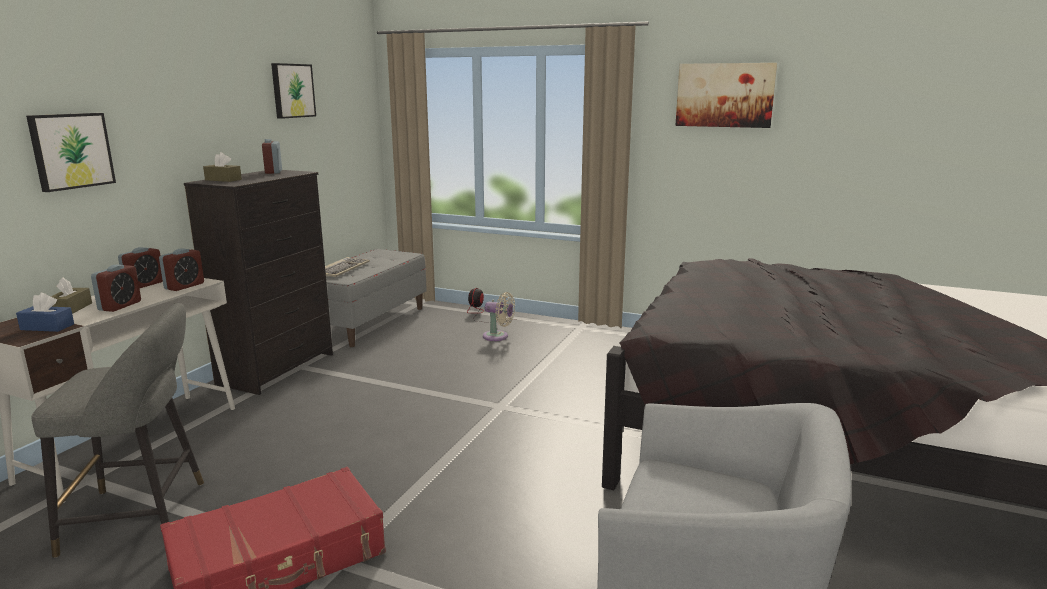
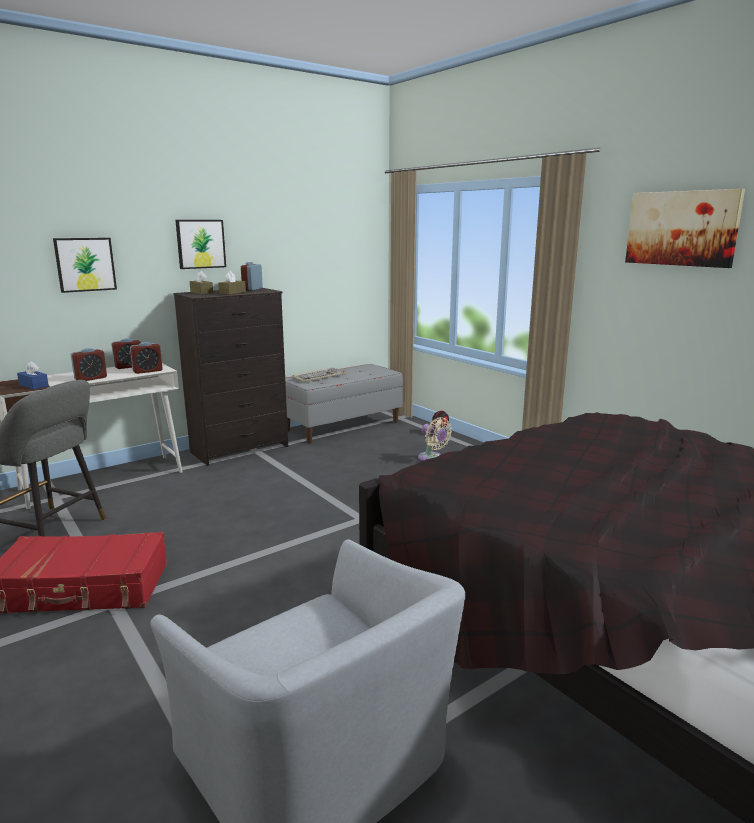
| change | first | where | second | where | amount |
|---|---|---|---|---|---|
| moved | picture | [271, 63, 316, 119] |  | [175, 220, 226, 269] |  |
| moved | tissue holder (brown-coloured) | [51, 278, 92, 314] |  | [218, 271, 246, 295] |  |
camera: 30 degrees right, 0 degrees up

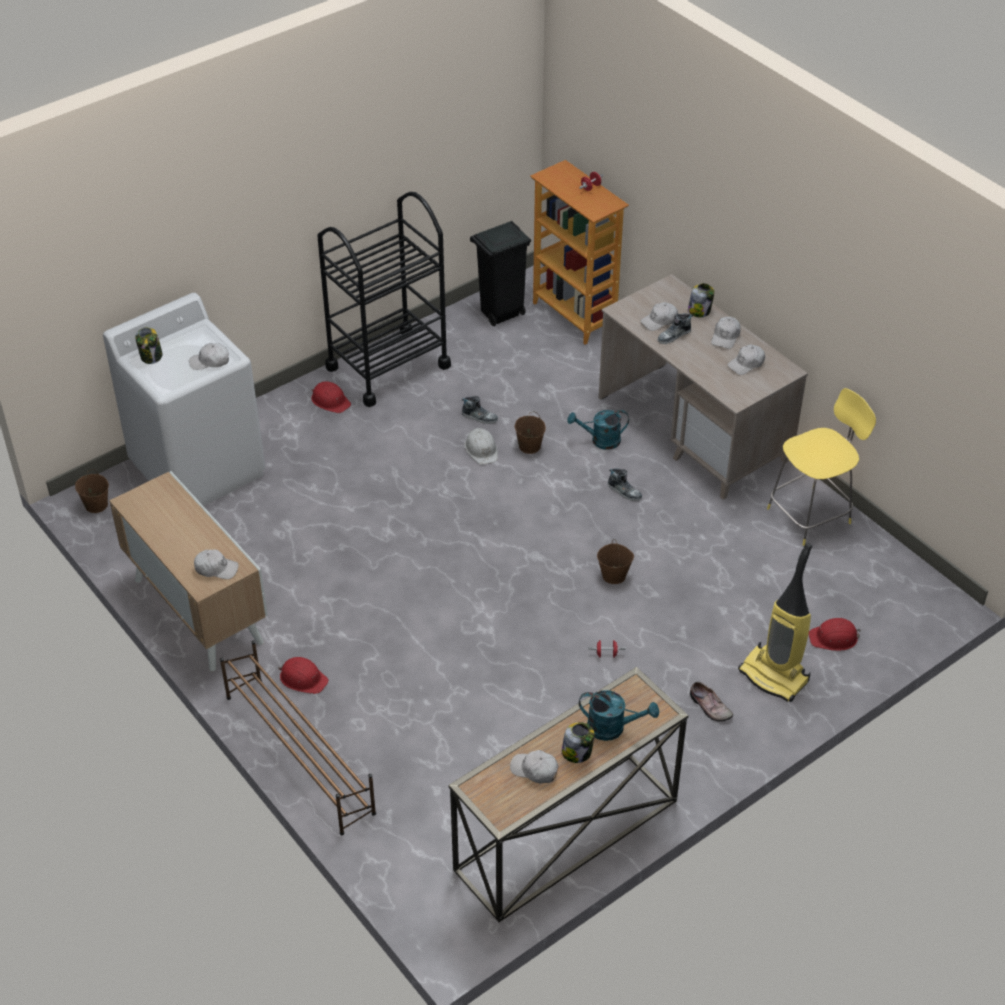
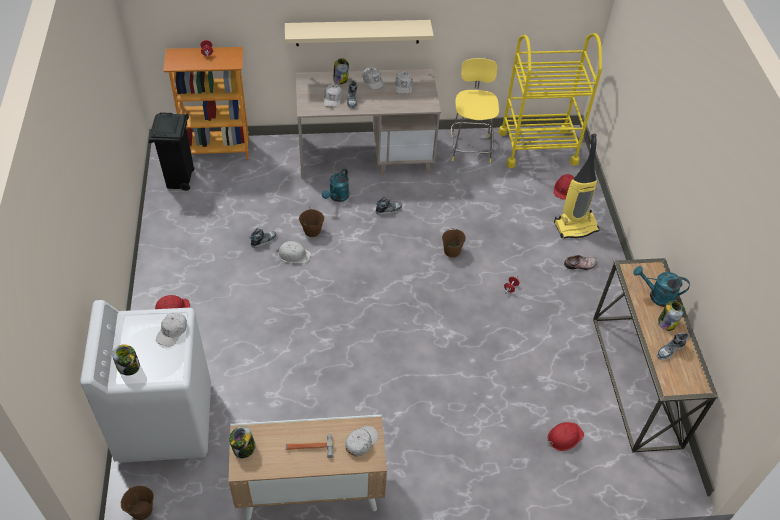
| change | first | where | second | where | amount |
|---|---|---|---|---|---|
| removed | wheeled cart (blackish) | [317, 192, 451, 407] |  |  |  |
| removed | shoe shelf (brown-coloured) | [220, 640, 376, 835] |  |  |  |
| moved | hard hat (reddish) | [278, 657, 329, 694] |  | [548, 422, 584, 451] |  |
| turned | watering pot (turquoise-coloured) | [579, 690, 659, 741] |  | [633, 266, 690, 307] | 120 degrees counterclockwise |
| replaced | cap (white-coloured) | [510, 750, 559, 783] | low shoe | [657, 333, 690, 360] |  |
| added |  |  | wall shelf (sand-coloured) | [285, 20, 434, 46] |  |
| added |  |  | wheeled cart (yellowish) | [499, 33, 602, 168] |  |
| added |  |  | storage jar | [229, 426, 256, 458] |  |
| added |  |  | tool hammer | [286, 434, 333, 458] |  |
camera: 60 degrees left, 5 degrees up

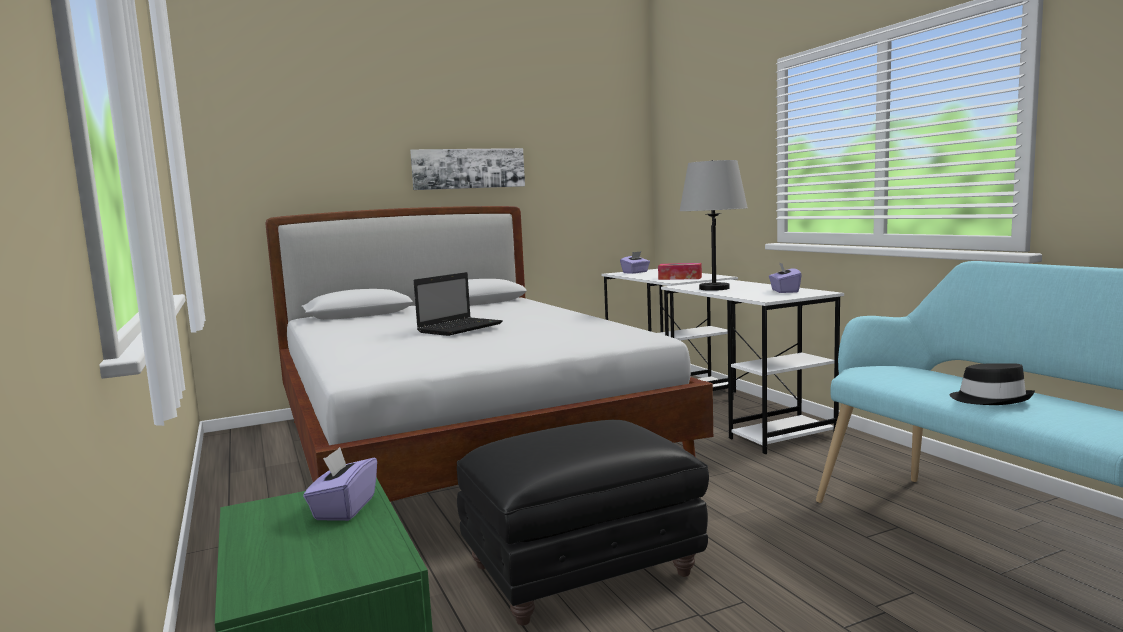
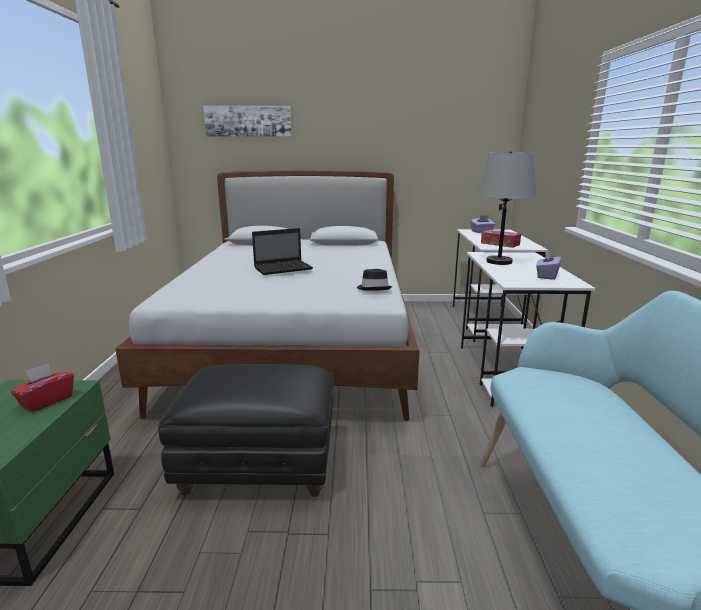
| change | first | where | second | where | amount |
|---|---|---|---|---|---|
| moved | picture | [410, 148, 525, 190] |  | [203, 106, 292, 137] |  |
| moved | hat (blackish) | [950, 364, 1035, 405] |  | [357, 269, 392, 291] |  |
| recoloured | tissue holder (purple) | [303, 447, 377, 521] | tissue holder (reddish) | [11, 363, 74, 412] |  |
camera: 25 degrees right, 10 degrees up

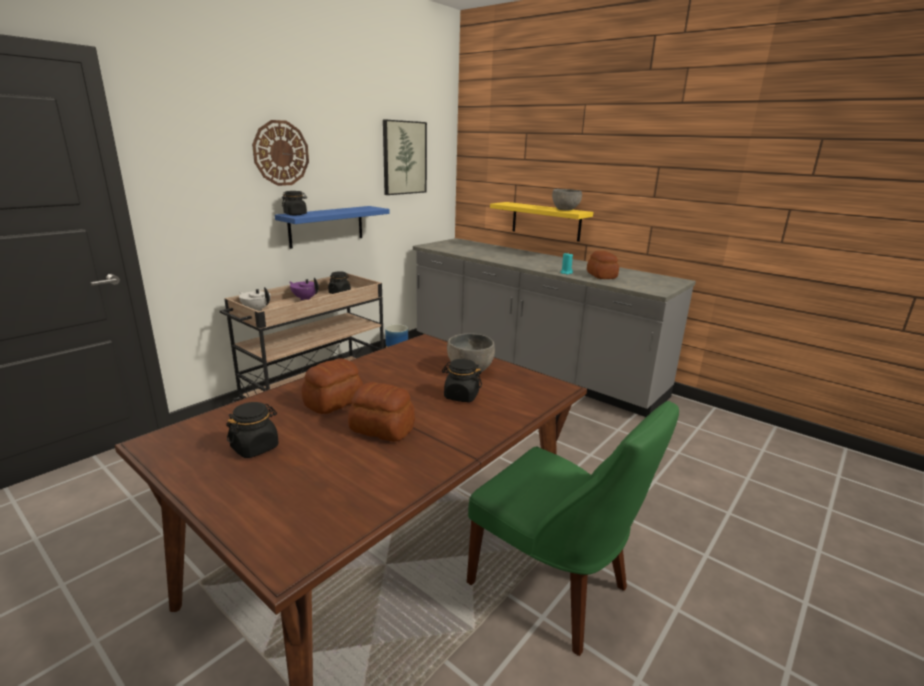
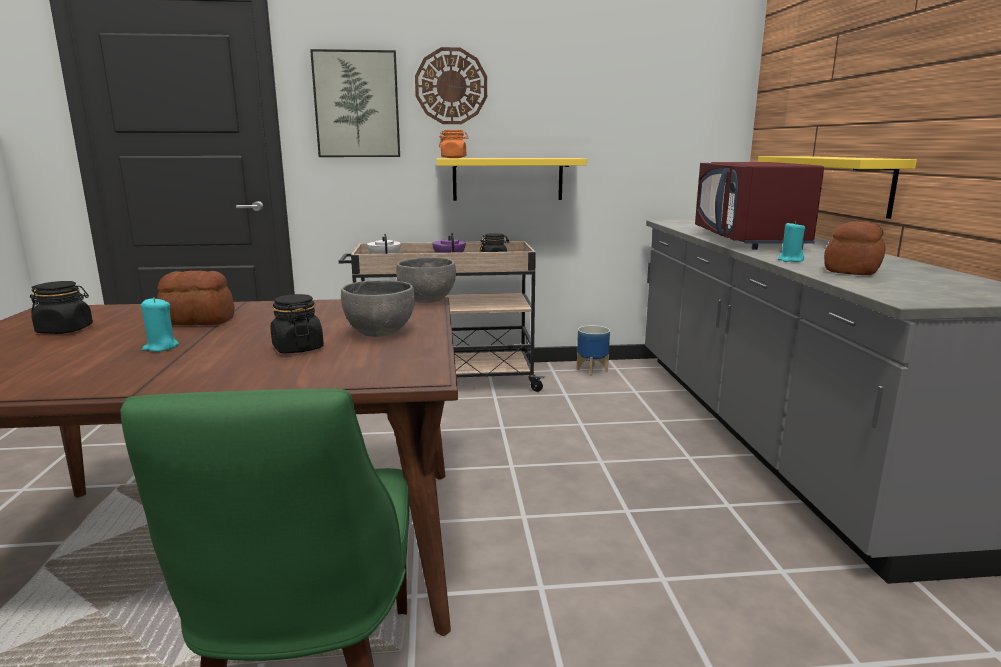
| change | first | where | second | where | amount |
|---|---|---|---|---|---|
| moved | picture | [383, 120, 427, 195] |  | [310, 49, 400, 157] |  |
| moved | serving bowl (grey) | [552, 189, 582, 210] |  | [396, 257, 456, 303] |  |
| recoloured | storage jar (blackish) | [282, 191, 307, 215] | storage jar (orange) | [439, 130, 469, 158] |  |
| recoloured | wall shelf (blue) | [275, 206, 390, 249] | wall shelf (yellowish) | [437, 158, 587, 201] |  |
| replaced | baked bread | [348, 382, 415, 442] | wax candle (turquoise-coloured) | [141, 297, 179, 352] |  |
| added |  |  | microwave oven (reddish) | [695, 162, 824, 250] |  |
camera: 45 degrees right, 5 degrees down

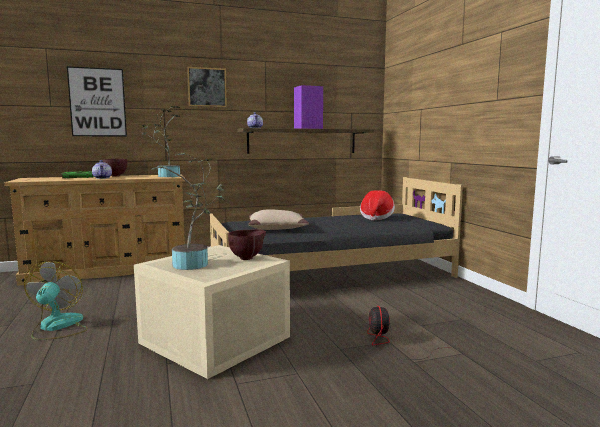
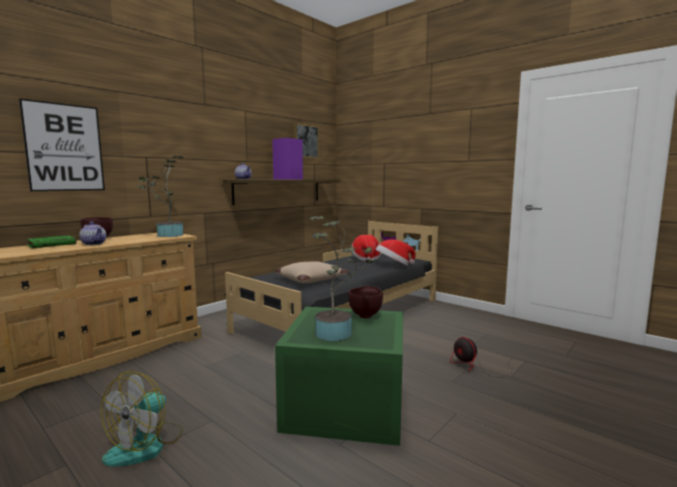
| change | first | where | second | where | amount |
|---|---|---|---|---|---|
| moved | picture | [187, 67, 227, 107] |  | [294, 123, 319, 158] |  |
| recoloured | storage container (sand-coloured) | [134, 245, 290, 379] | storage container (green) | [275, 307, 403, 446] |  |
| turned | cooling fan | [24, 261, 88, 340] |  | [101, 371, 183, 467] | 120 degrees counterclockwise |
| added |  |  | hat | [376, 239, 416, 266] |  |
camera: 30 degrees left, 0 degrees up

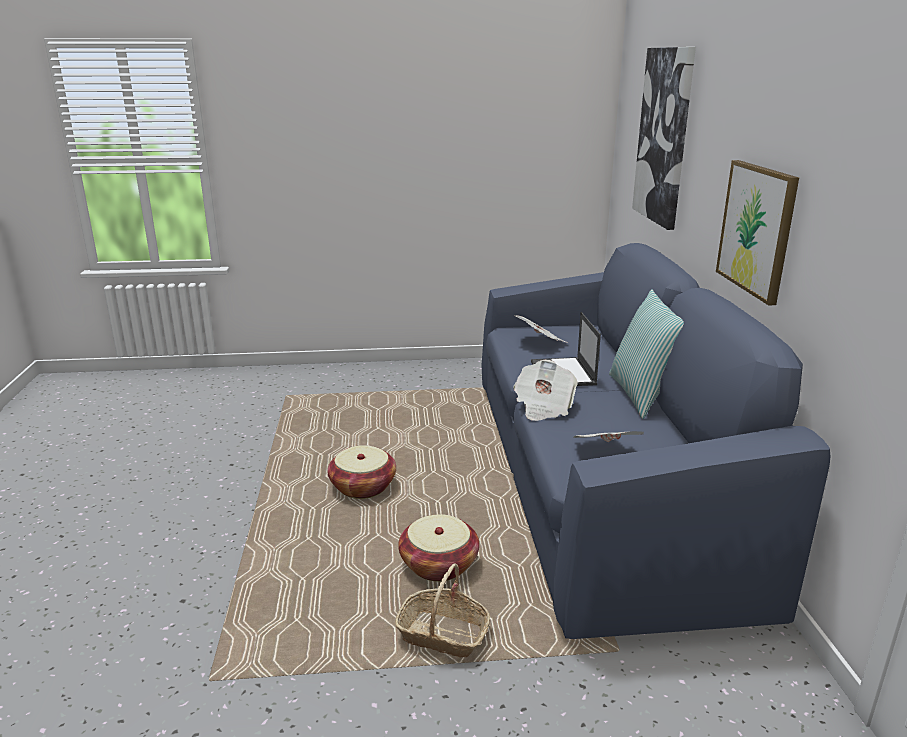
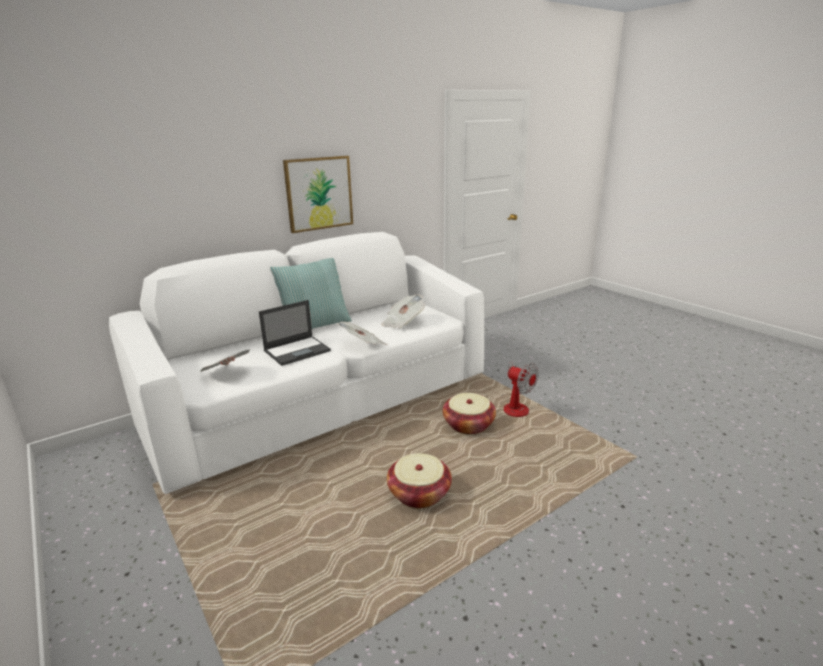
| change | first | where | second | where | amount |
|---|---|---|---|---|---|
| removed | picture | [632, 47, 696, 230] |  |  |  |
| recoloured | sofa (blue) | [482, 243, 830, 639] | sofa (white-coloured) | [109, 232, 484, 494] |  |
| replaced | household basket | [395, 564, 490, 658] | cooling fan | [501, 362, 539, 417] |  |
camera: 120 degrees left, 0 degrees up

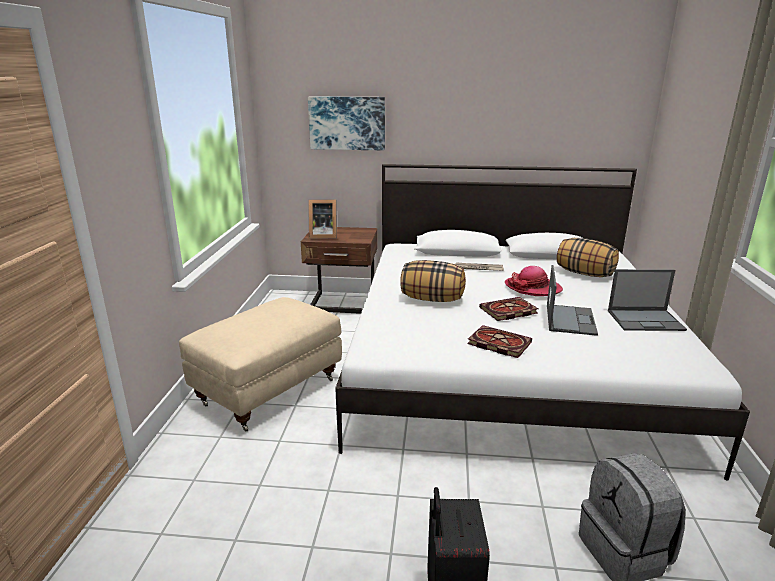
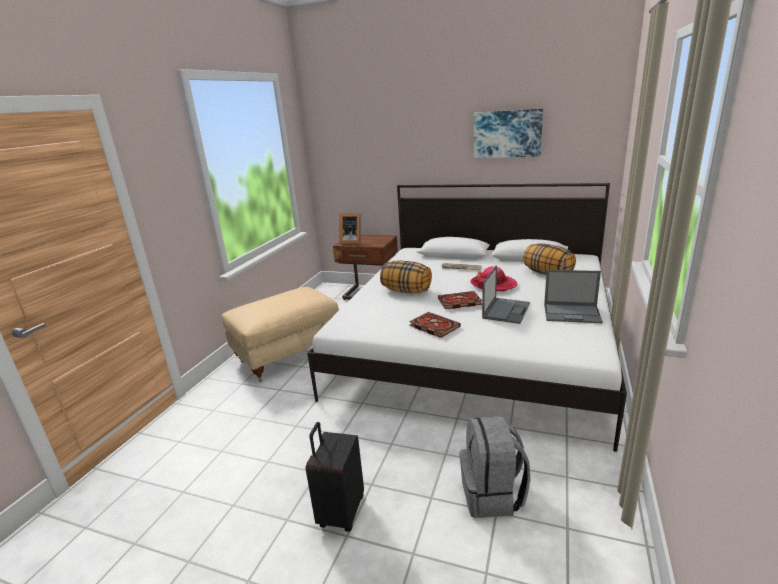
| change | first | where | second | where | amount |
|---|---|---|---|---|---|
| moved | picture | [308, 96, 385, 150] |  | [474, 109, 543, 158] |  |
camera: 15 degrees right, 0 degrees up

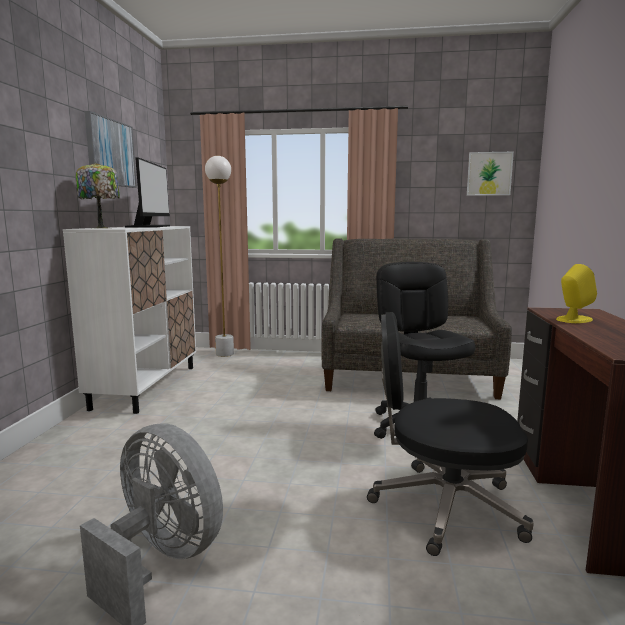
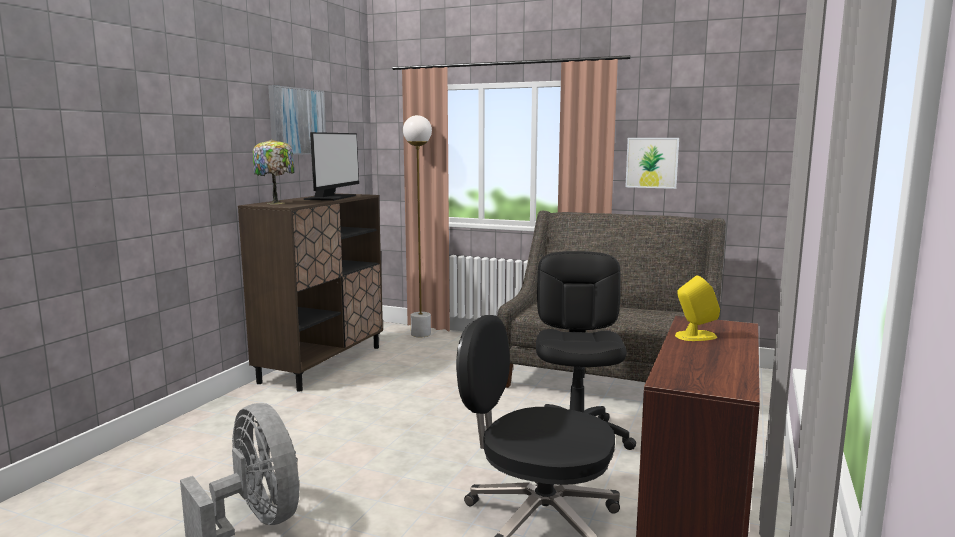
| change | first | where | second | where | amount |
|---|---|---|---|---|---|
| moved | picture | [467, 152, 514, 196] |  | [626, 138, 679, 189] |  |
| recoloured | cabinet (white-coloured) | [63, 226, 196, 414] | cabinet (brown-coloured) | [238, 193, 383, 392] |  |
camera: 15 degrees right, 0 degrees up

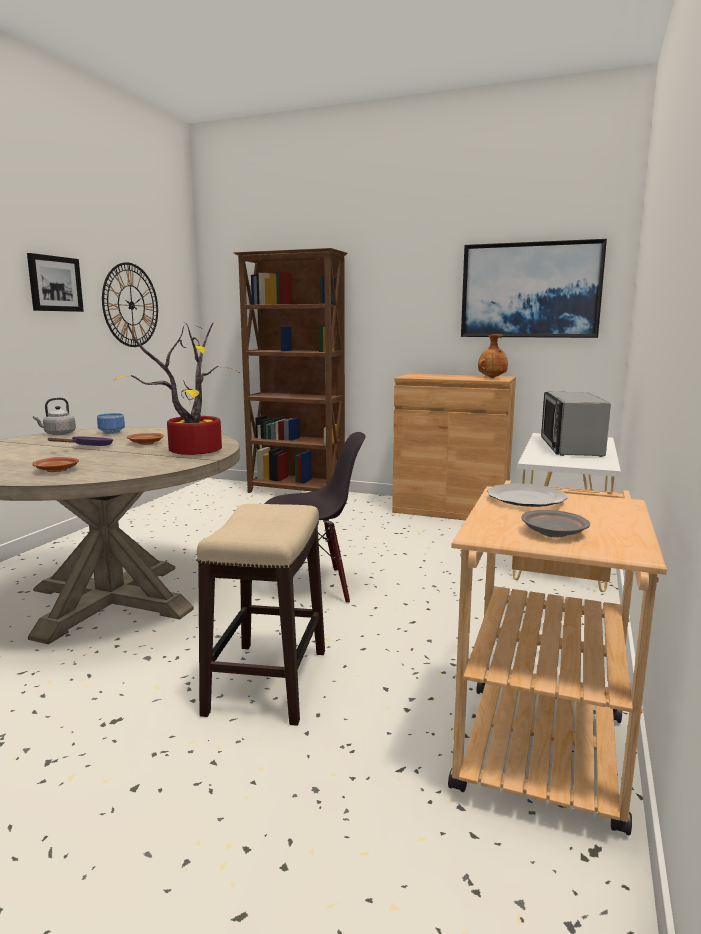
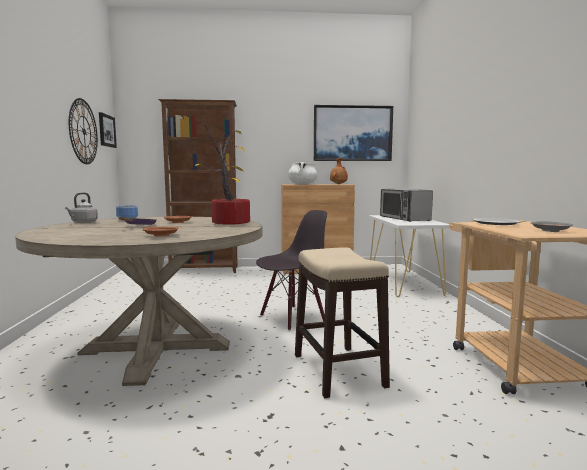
| change | first | where | second | where | amount |
|---|---|---|---|---|---|
| moved | picture | [27, 253, 84, 312] |  | [99, 112, 117, 148] |  |
| added |  |  | saucepot (white-coloured) | [288, 162, 317, 185] |  |
camera: 25 degrees left, 5 degrees down

